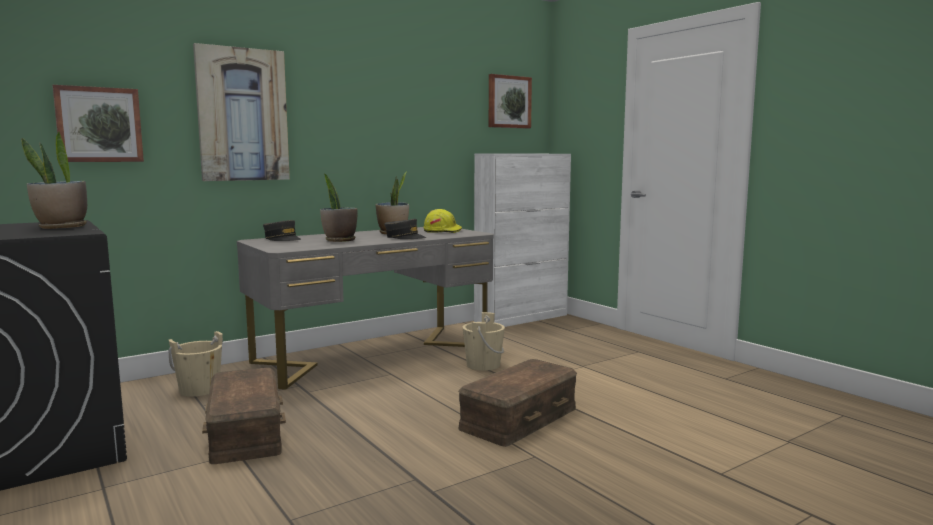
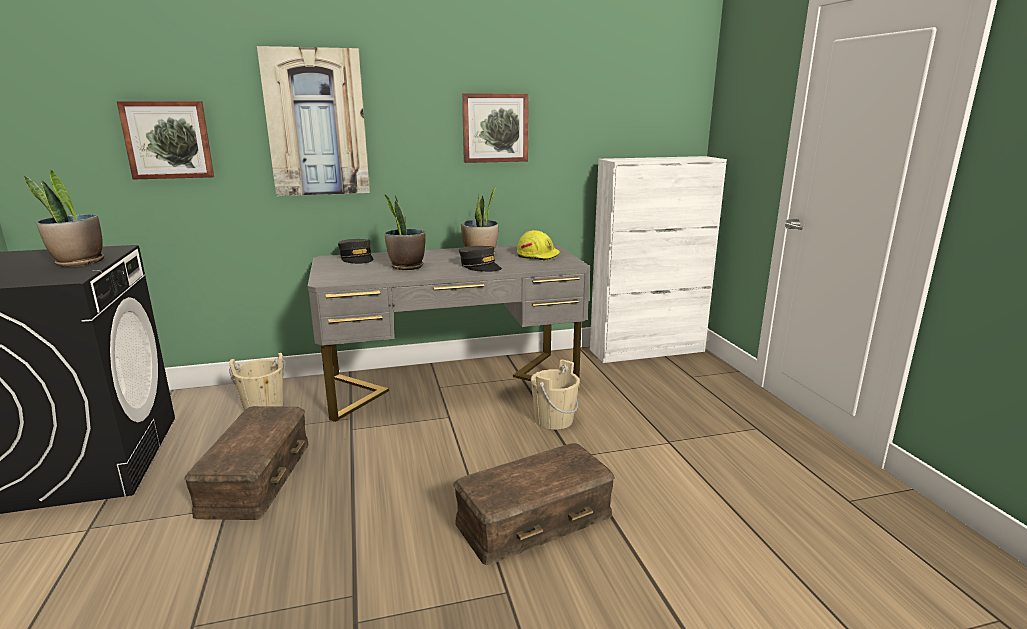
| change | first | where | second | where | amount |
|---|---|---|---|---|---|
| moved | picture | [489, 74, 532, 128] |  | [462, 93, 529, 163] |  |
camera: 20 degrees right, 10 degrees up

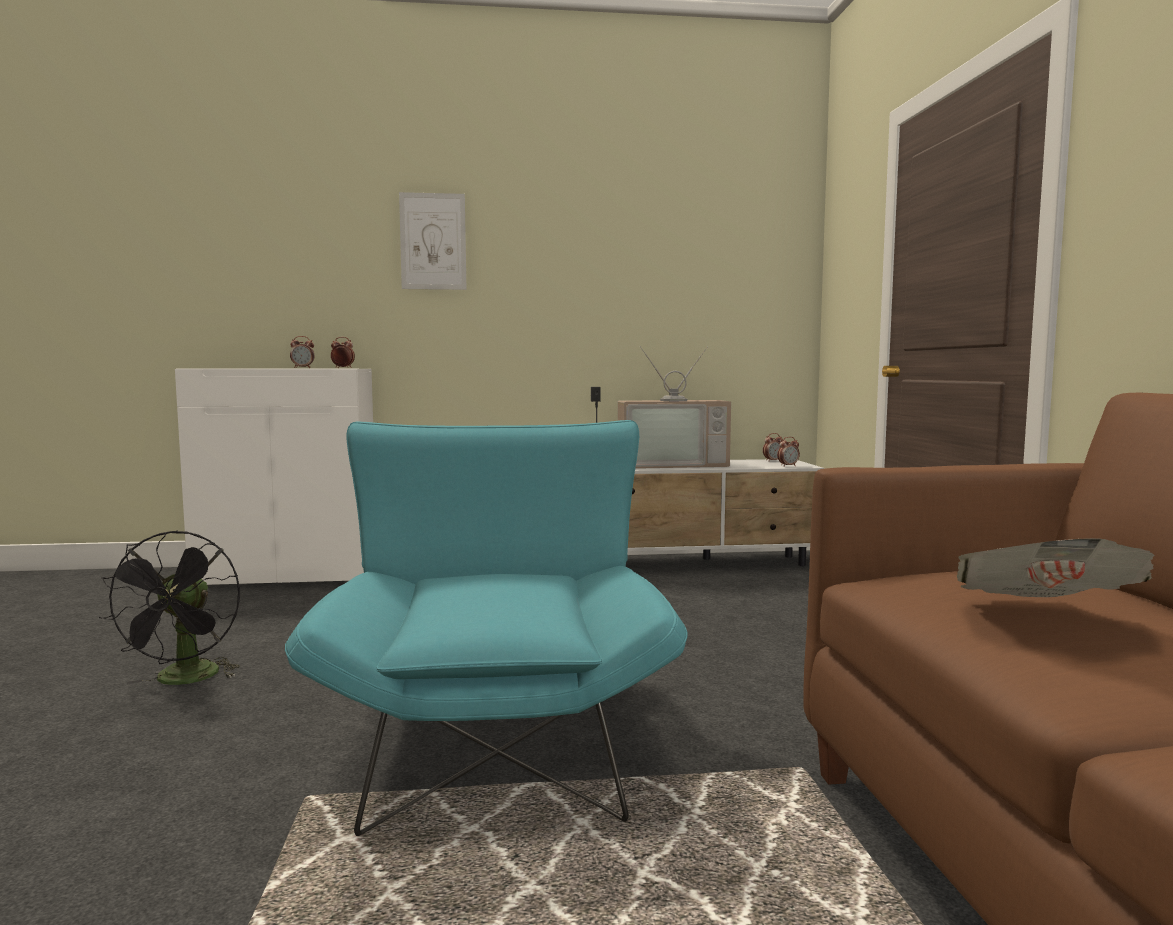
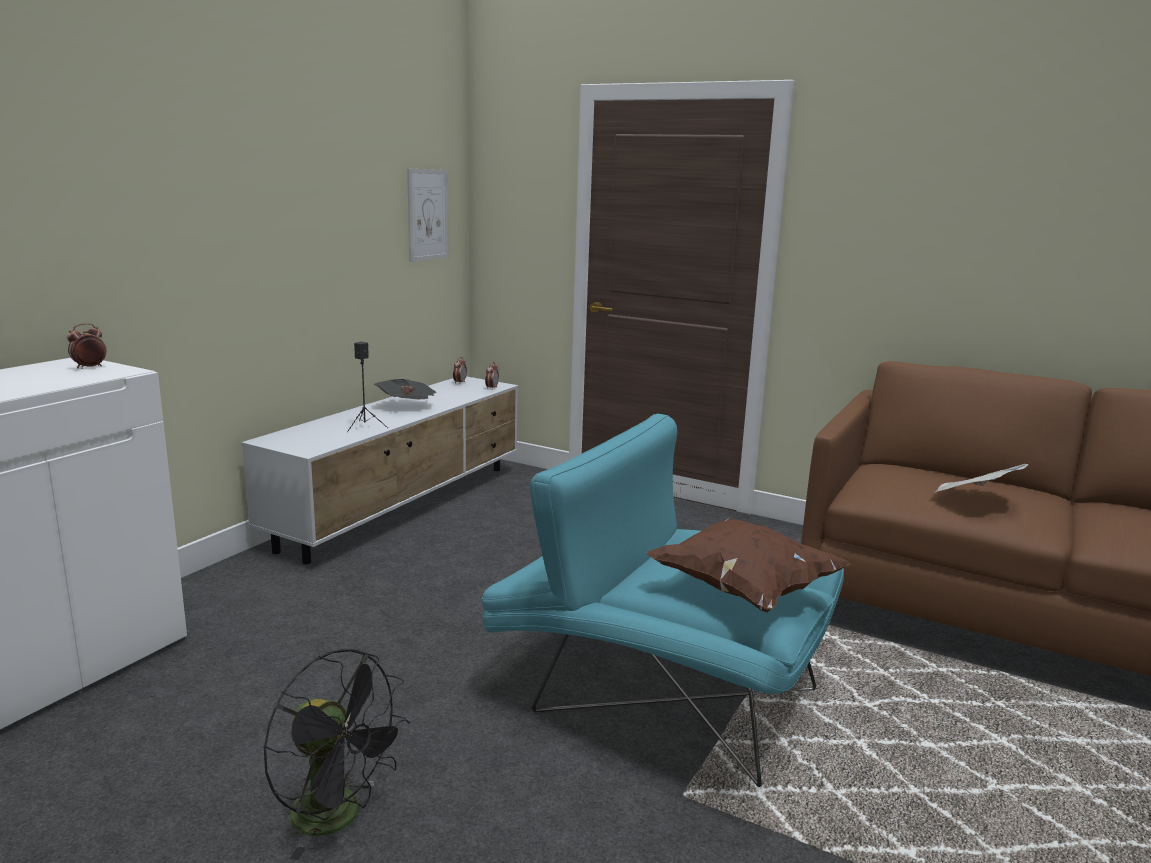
| change | first | where | second | where | amount |
|---|---|---|---|---|---|
| moved | picture | [399, 192, 467, 290] |  | [407, 169, 449, 262] |  |
| removed | alarm clock | [290, 336, 315, 368] |  |  |  |
| replaced | television | [617, 346, 731, 469] | printed paper | [374, 379, 436, 399] |  |
| added |  |  | cushion (brown-coloured) | [646, 518, 851, 612] |  |
camera: 55 degrees left, 10 degrees up

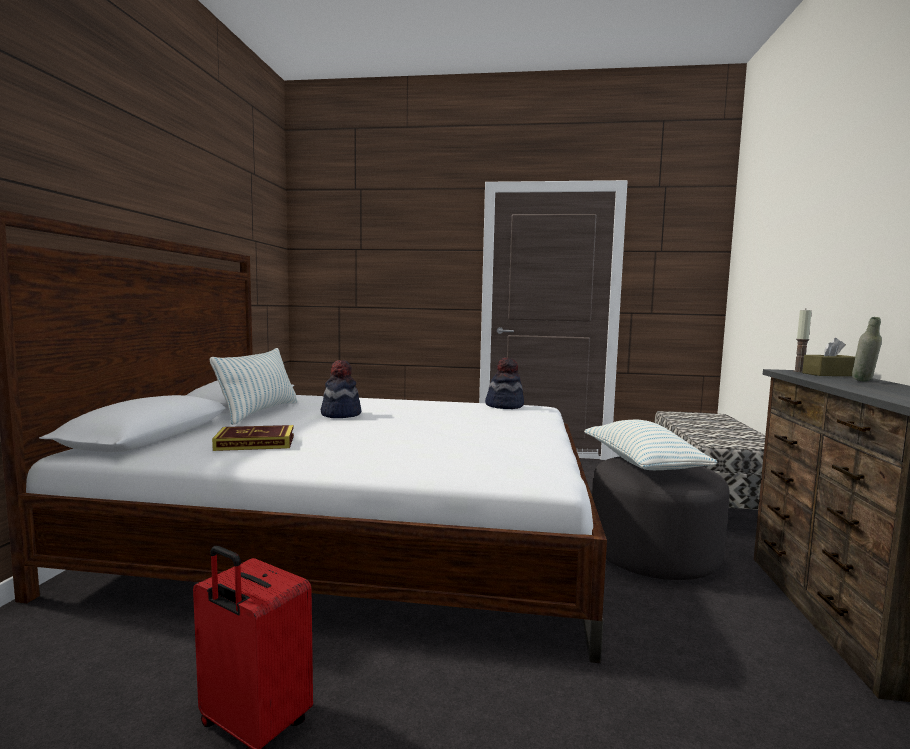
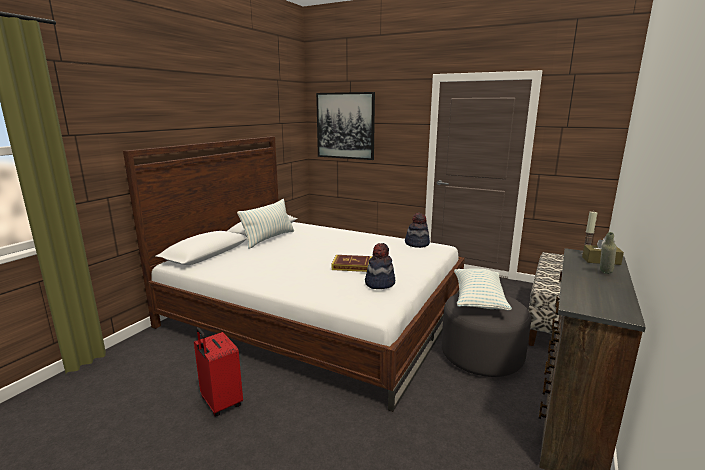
| change | first | where | second | where | amount |
|---|---|---|---|---|---|
| moved | hat | [321, 360, 361, 418] |  | [365, 243, 395, 289] |  |
| moved | bound book | [212, 425, 294, 451] |  | [332, 255, 372, 272] |  |
| added |  |  | picture | [316, 92, 375, 160] |  |
camera: 20 degrees right, 10 degrees up

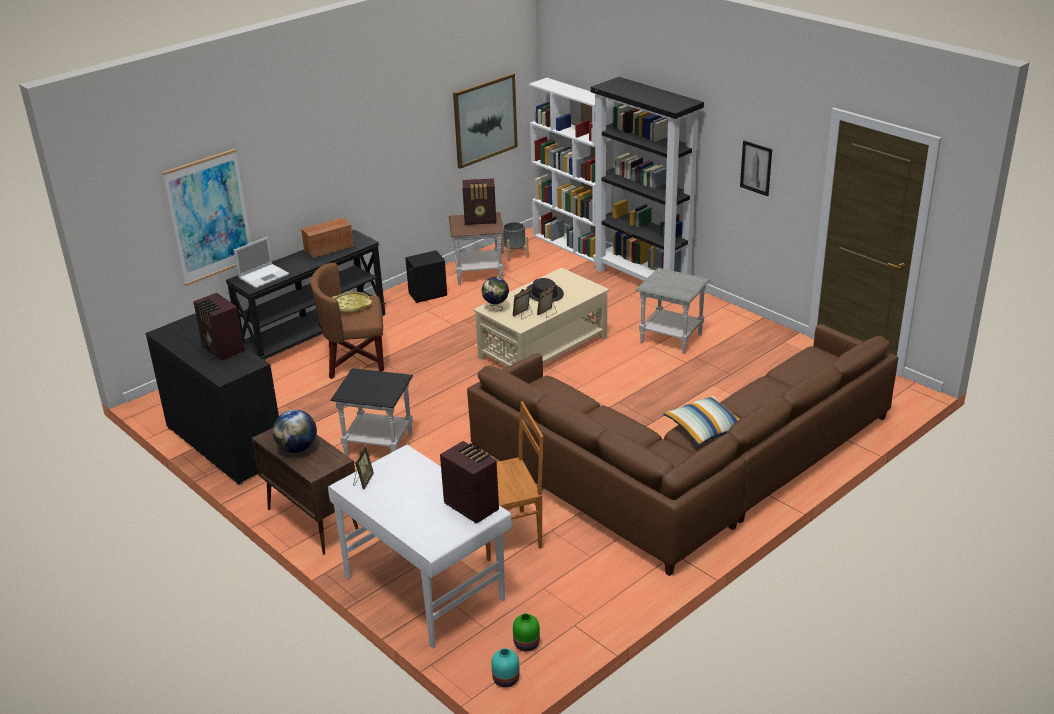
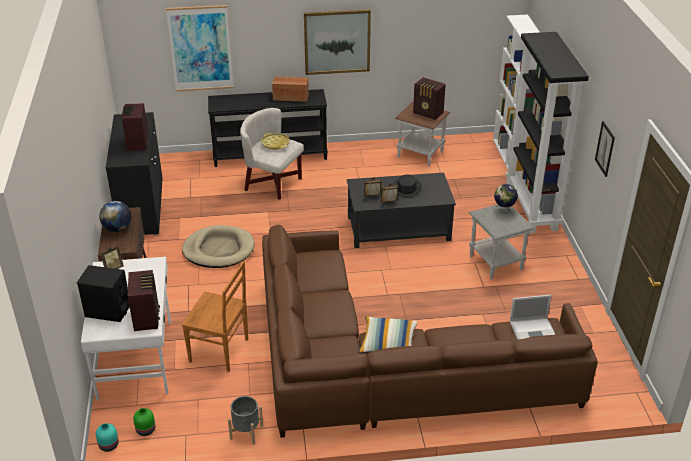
| change | first | where | second | where | amount |
|---|---|---|---|---|---|
| moved | picture | [453, 73, 518, 169] |  | [304, 9, 371, 75] |  |
| moved | planter (grey) | [501, 222, 529, 262] |  | [228, 396, 263, 445] |  |
| moved | portable computer | [234, 237, 290, 288] |  | [510, 295, 555, 340] |  |
| moved | loudspeaker (blackish) | [405, 250, 447, 303] |  | [76, 265, 129, 322] |  |
| recoloured | armchair (brown-coloured) | [310, 263, 384, 379] | armchair (white-coloured) | [240, 108, 304, 200] |  |
| recoloured | lounge table (sand-coloured) | [473, 268, 609, 367] | lounge table (blackish) | [347, 173, 456, 248] |  |
| moved | desk globe | [481, 277, 509, 311] |  | [494, 184, 518, 214] |  |
| replaced | accent table (blackish) | [330, 368, 413, 456] | dog bed (sand-coloured) | [182, 225, 255, 268] |  |
camera: 35 degrees right, 5 degrees up

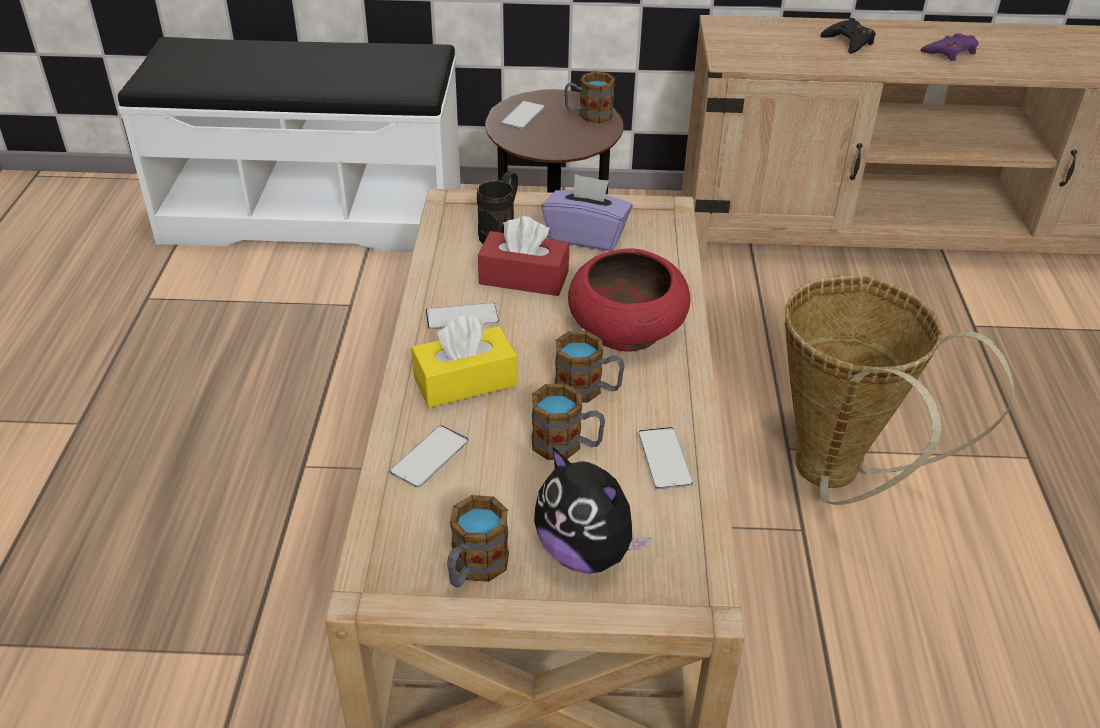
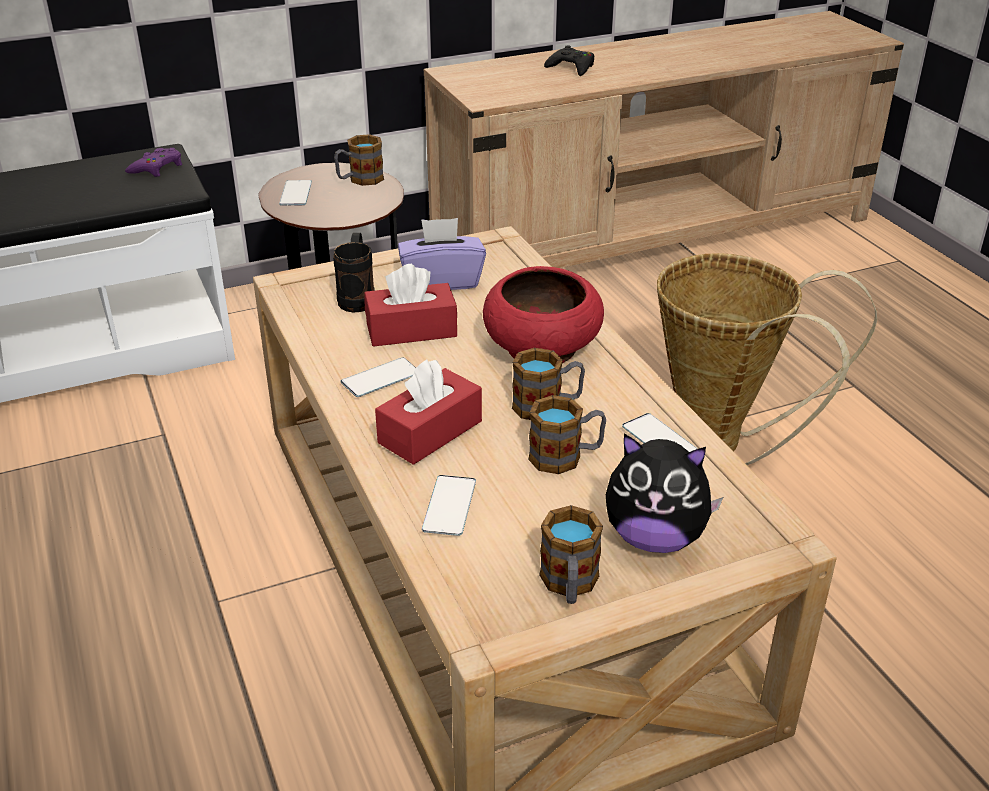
| change | first | where | second | where | amount |
|---|---|---|---|---|---|
| moved | joypad (purple) | [921, 33, 979, 61] |  | [125, 148, 182, 177] |  |
| recoloured | tissue holder (yellowish) | [411, 316, 517, 408] | tissue holder (reddish) | [375, 359, 482, 465] |  |
camera: 25 degrees left, 5 degrees down

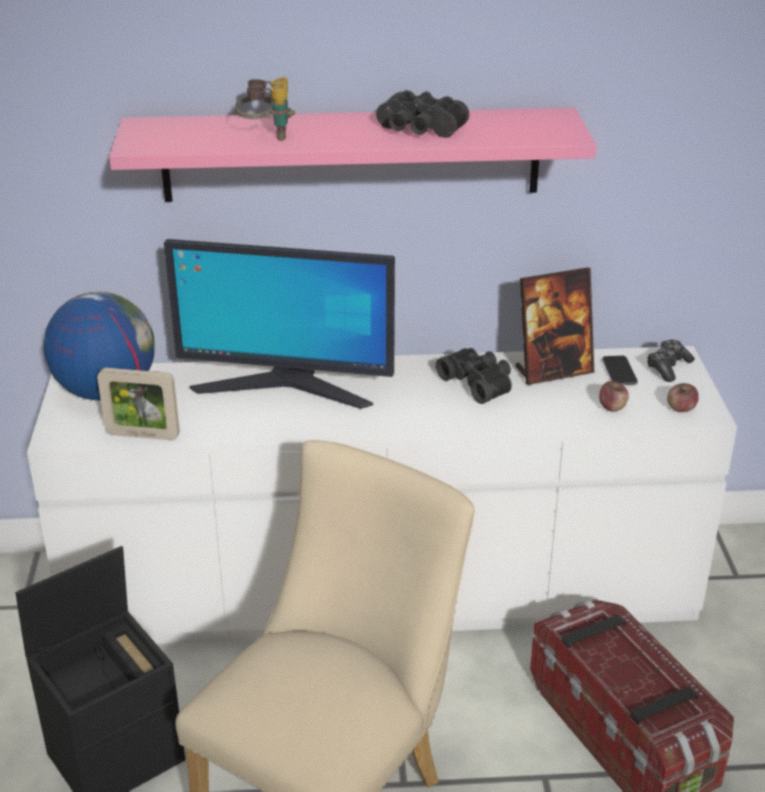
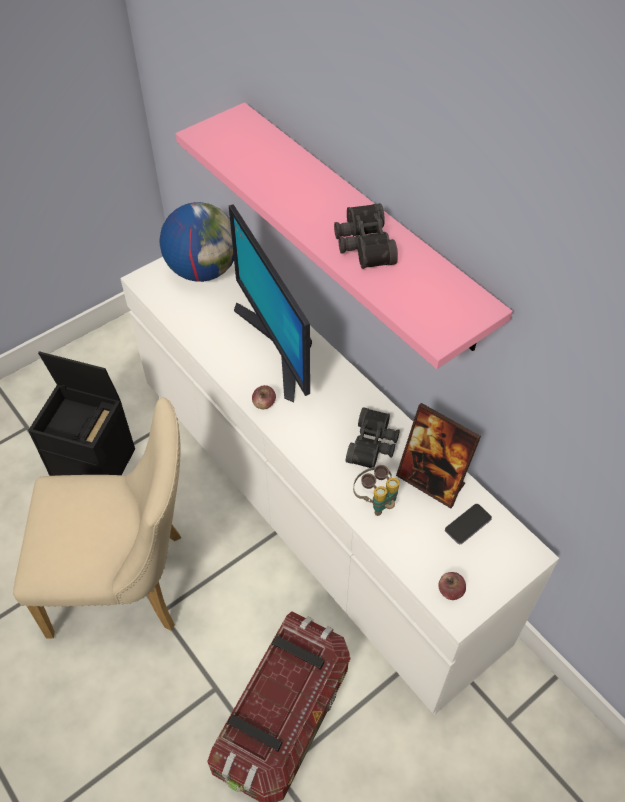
| change | first | where | second | where | amount |
|---|---|---|---|---|---|
| moved | binoculars | [235, 77, 296, 141] |  | [353, 465, 400, 516] |  |
| removed | joypad | [647, 340, 695, 382] |  |  |  |
| removed | standing frame | [97, 368, 180, 440] |  |  |  |
| moved | apple fruit | [599, 381, 629, 412] |  | [252, 385, 276, 409] |  |
camera: 55 degrees right, 20 degrees up

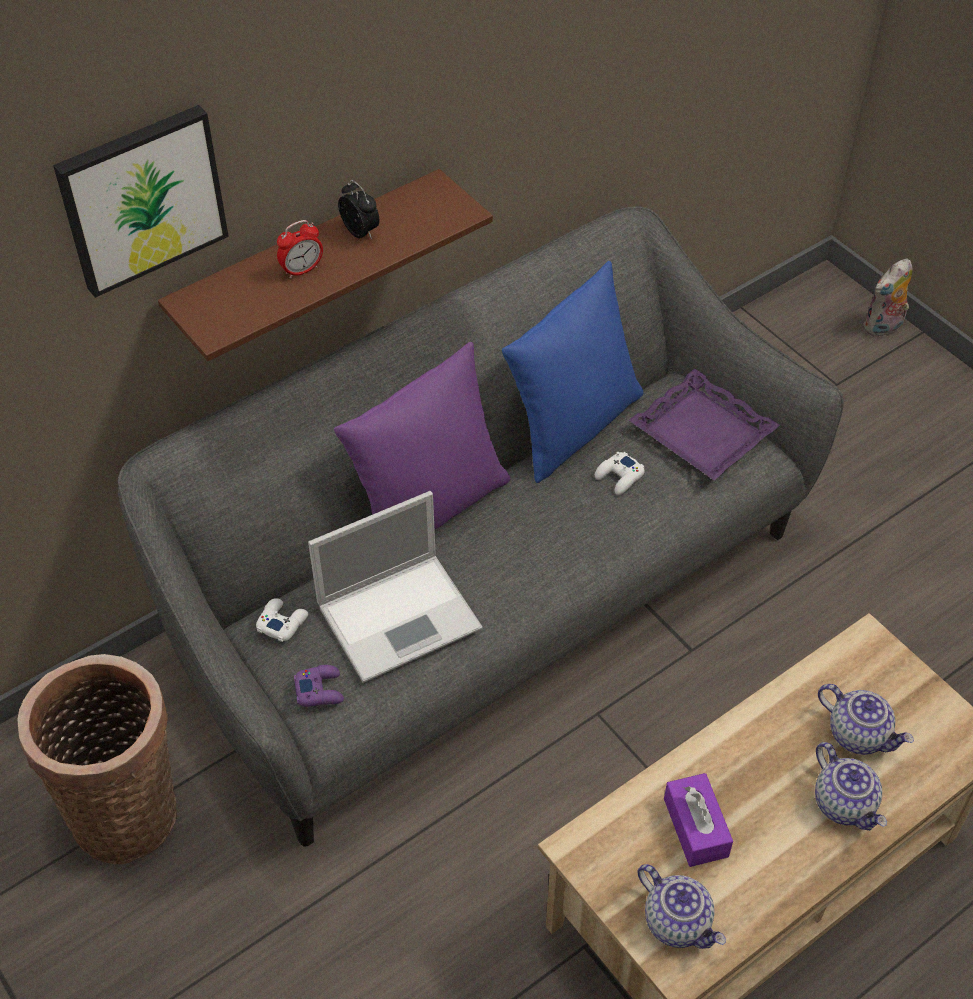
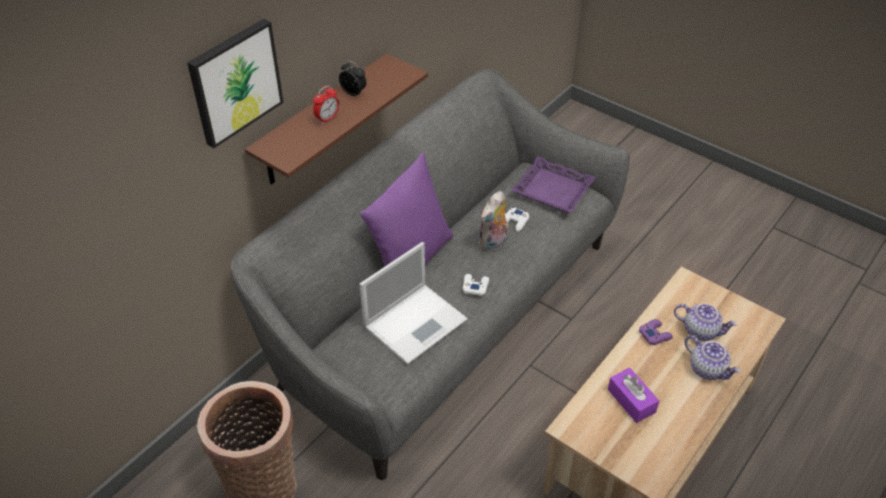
| change | first | where | second | where | amount |
|---|---|---|---|---|---|
| moved | soft toy | [864, 258, 913, 338] |  | [479, 191, 509, 252] |  |
| removed | cushion (blue) | [502, 261, 643, 483] |  |  |  |
| moved | joypad (white-coloured) | [256, 598, 308, 642] |  | [463, 274, 489, 296] |  |
| moved | joypad (purple) | [294, 665, 344, 707] |  | [639, 319, 673, 345] |  |
| removed | tea pot | [637, 864, 726, 949] |  |  |  |
camera: 15 degrees left, 5 degrees down

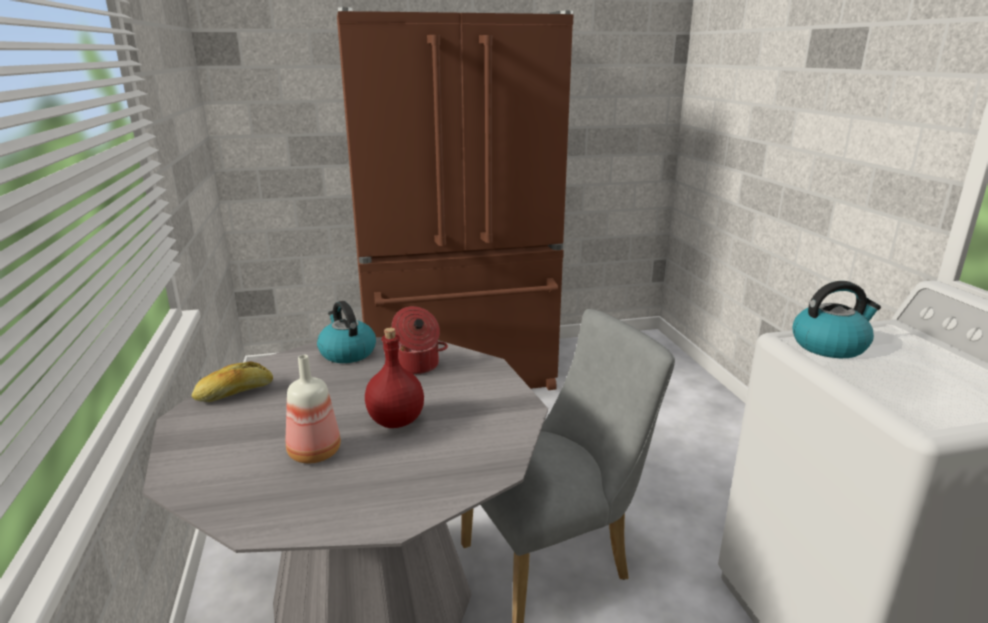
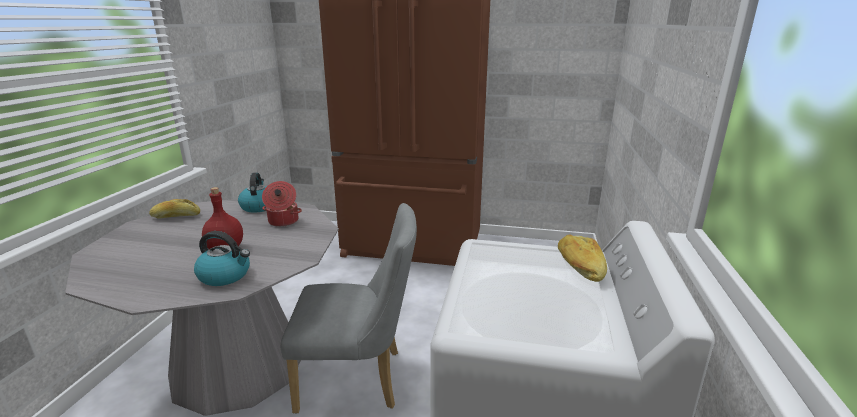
| change | first | where | second | where | amount |
|---|---|---|---|---|---|
| moved | water kettle | [792, 281, 881, 358] |  | [194, 231, 250, 286] |  |
| removed | bottle | [286, 355, 341, 463] |  |  |  |
| added |  |  | baked bread | [558, 234, 607, 282] |  |
camera: 25 degrees right, 0 degrees up

